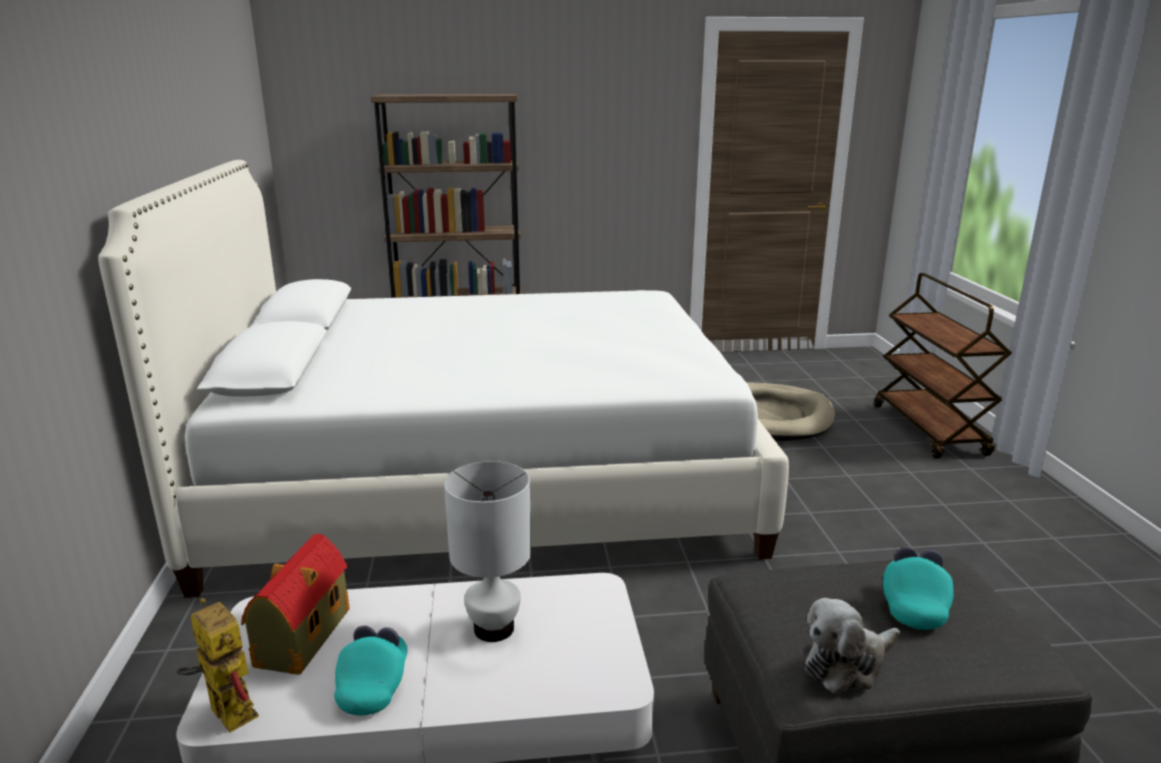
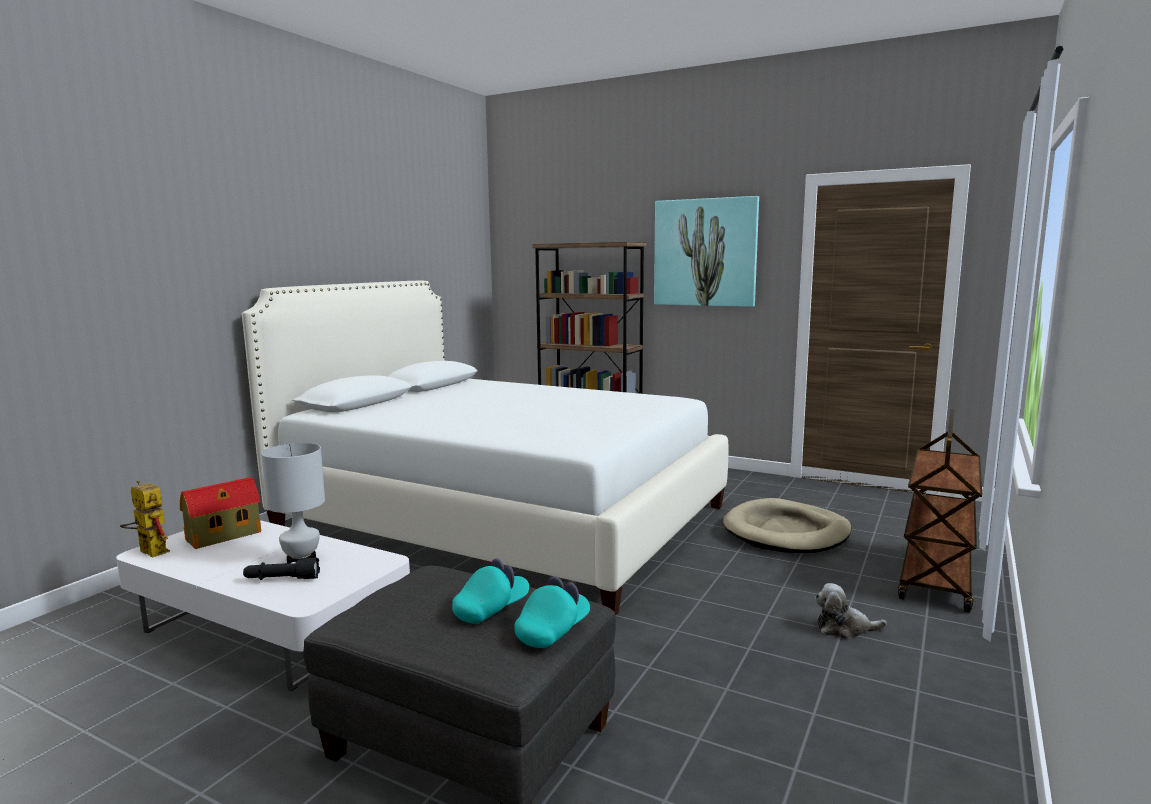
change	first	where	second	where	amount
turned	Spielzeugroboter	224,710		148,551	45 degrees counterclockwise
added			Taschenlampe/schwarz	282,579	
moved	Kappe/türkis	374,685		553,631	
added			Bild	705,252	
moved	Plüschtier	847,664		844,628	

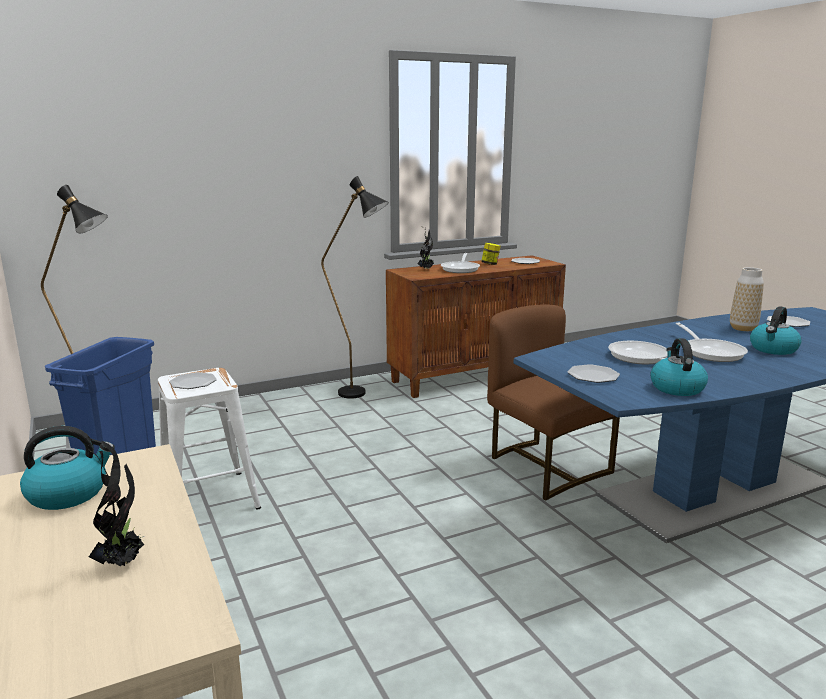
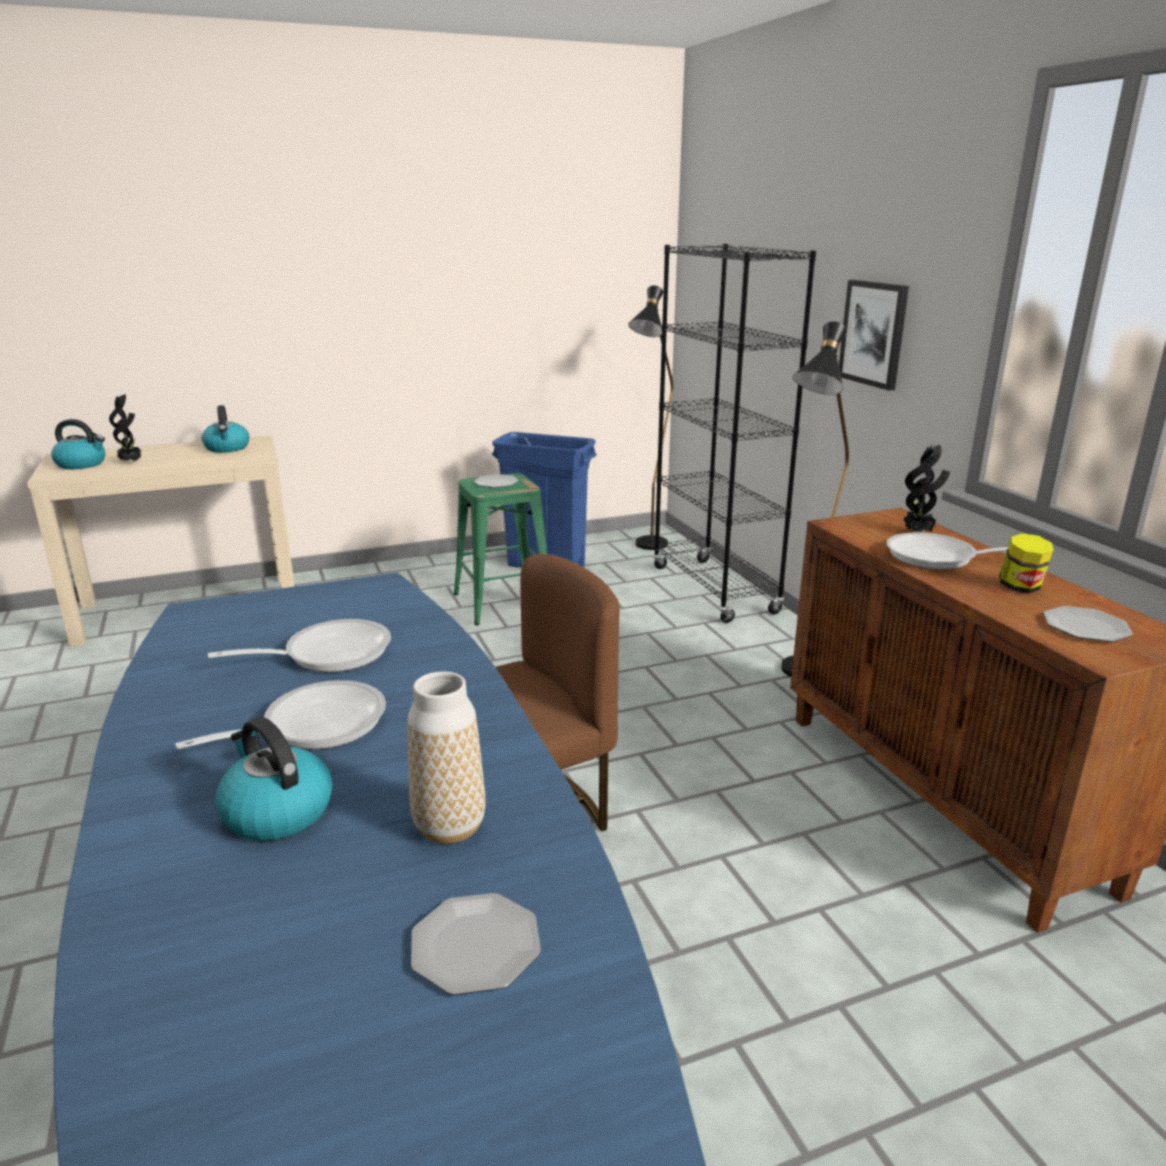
change	first	where	second	where	amount
moved	Wasserkessel	676,387		82,464	
turned	Pfanne	711,352		314,726	150 degrees clockwise
recoloured	Hocker/weiß	208,499	Hocker/grün	503,602	
added			Bücherregal/schwarz	714,590	
added			Bild	874,333	
removed	Teller	593,375			

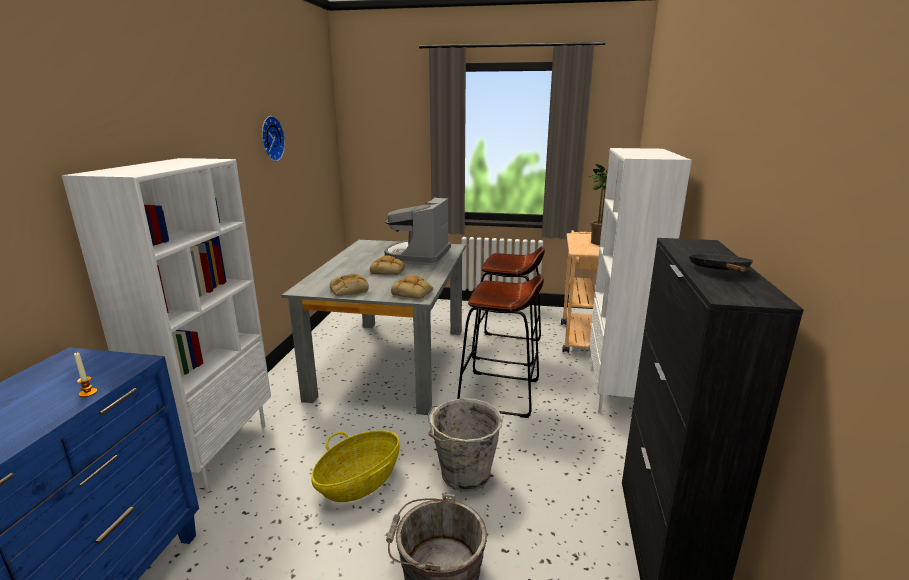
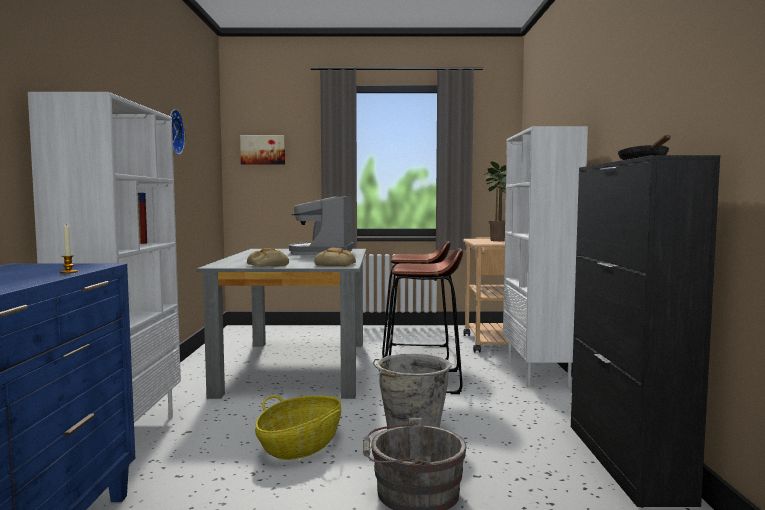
change	first	where	second	where	amount
added			Bild	263,150	
removed	Brot	388,270			

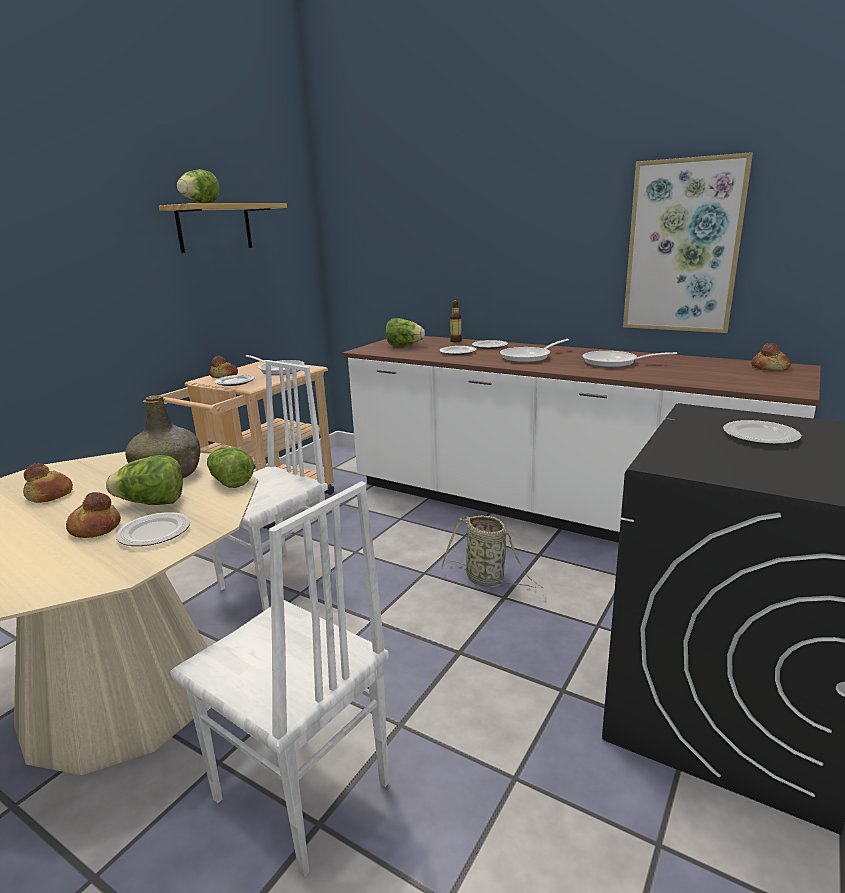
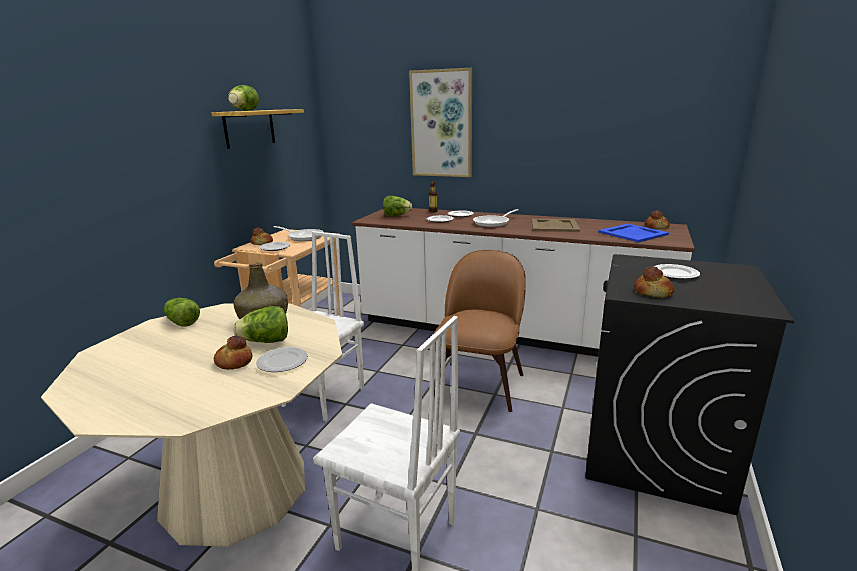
change	first	where	second	where	amount
moved	Salatkopf	230,481		182,322	
moved	Bild	683,247		441,124	
replaced	Korb	488,580	Stuhl/braun	479,383	
replaced	Pfanne	615,363	Tablett/beige	555,226	
added			Tablett/blau	633,233	
moved	Brot	50,494		653,292	

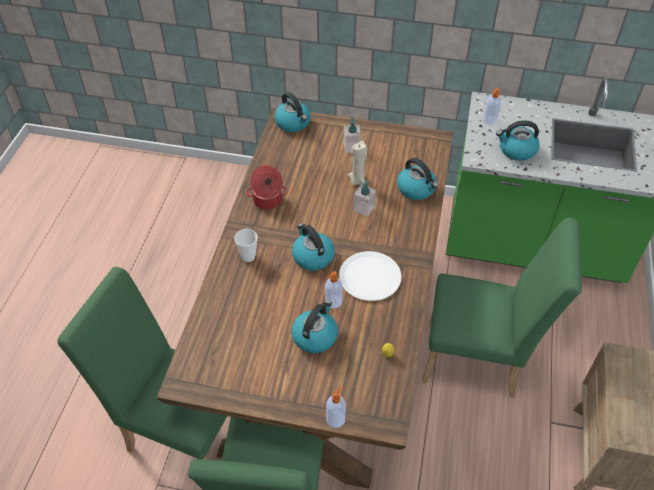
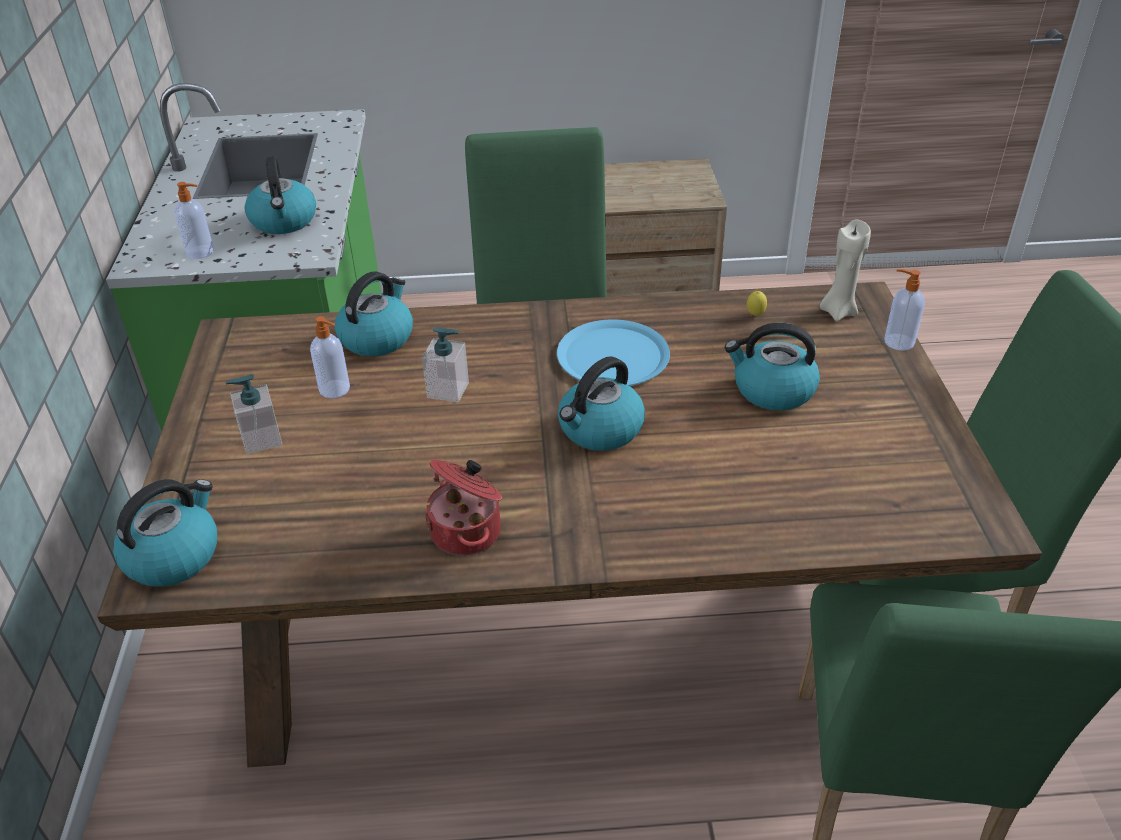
change	first	where	second	where	amount
moved	Seifenspender	333,302		335,389	
recoloured	Teller/weiß	370,277	Teller/blau	613,356	
moved	Kerze/beige	358,180		838,311	
removed	Tasse	248,257			

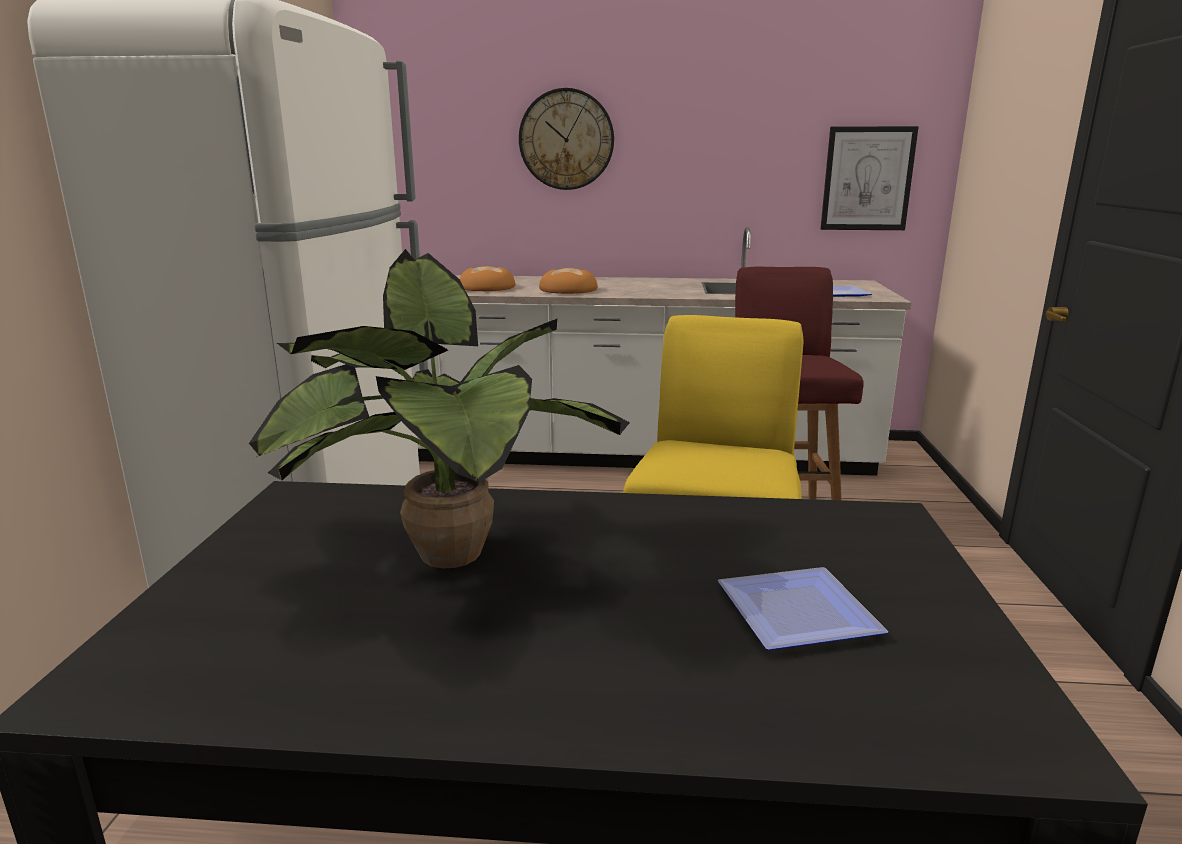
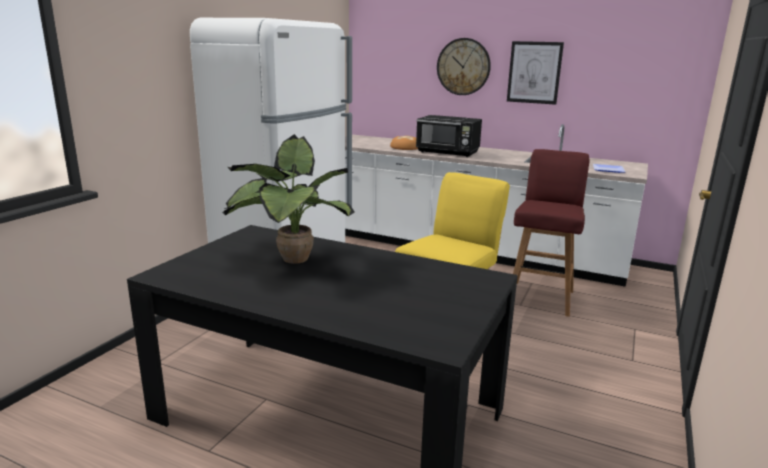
change	first	where	second	where	amount
replaced	Brot	569,289	Mikrowelle/schwarz	448,152	
moved	Bild	867,179		534,72	
removed	Teller	799,610			

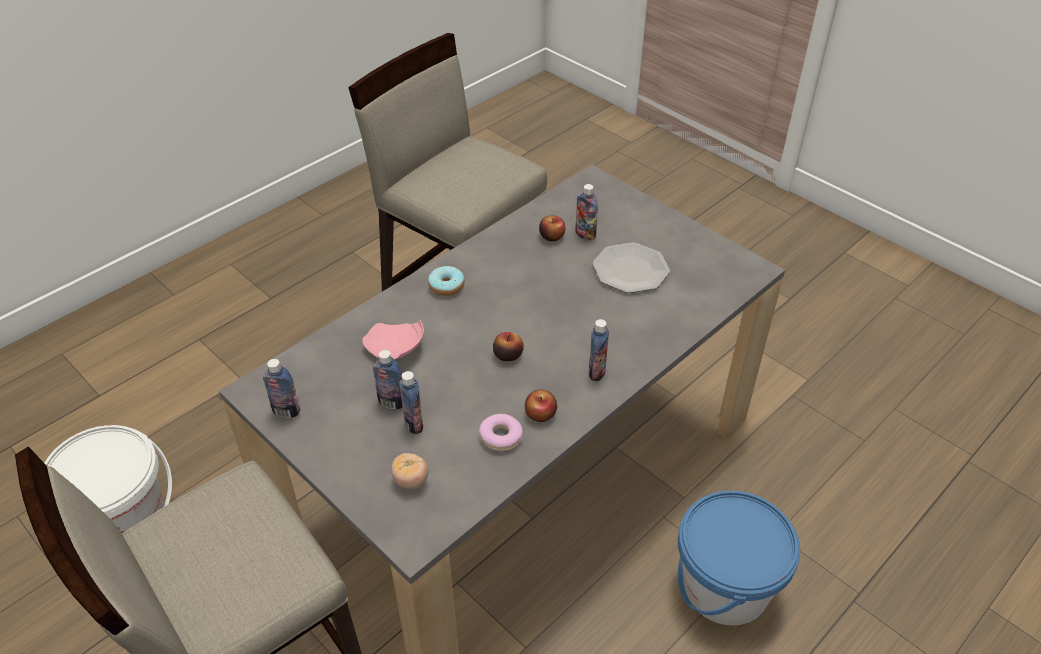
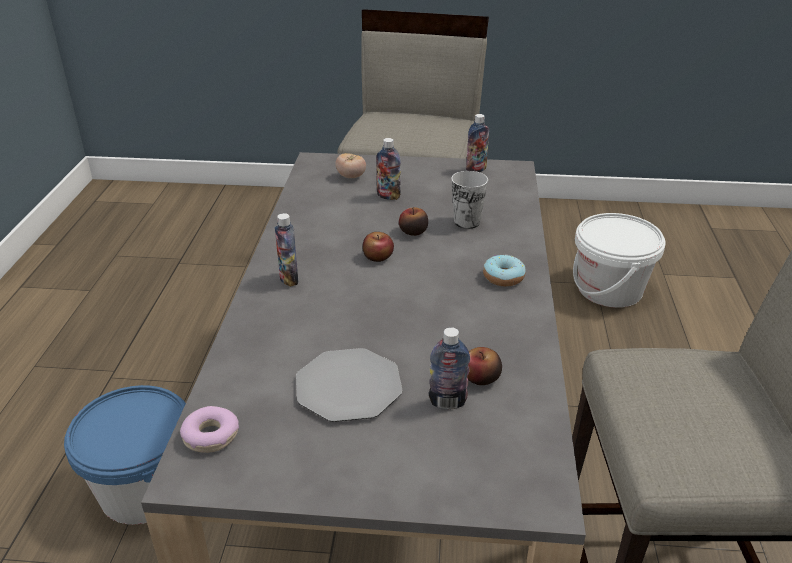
change	first	where	second	where	amount
moved	Donut	501,437		211,436	
moved	Apfel	540,414		413,231	
replaced	Teller/rosa	395,349	Tasse	467,222	
removed	Flasche	391,403			

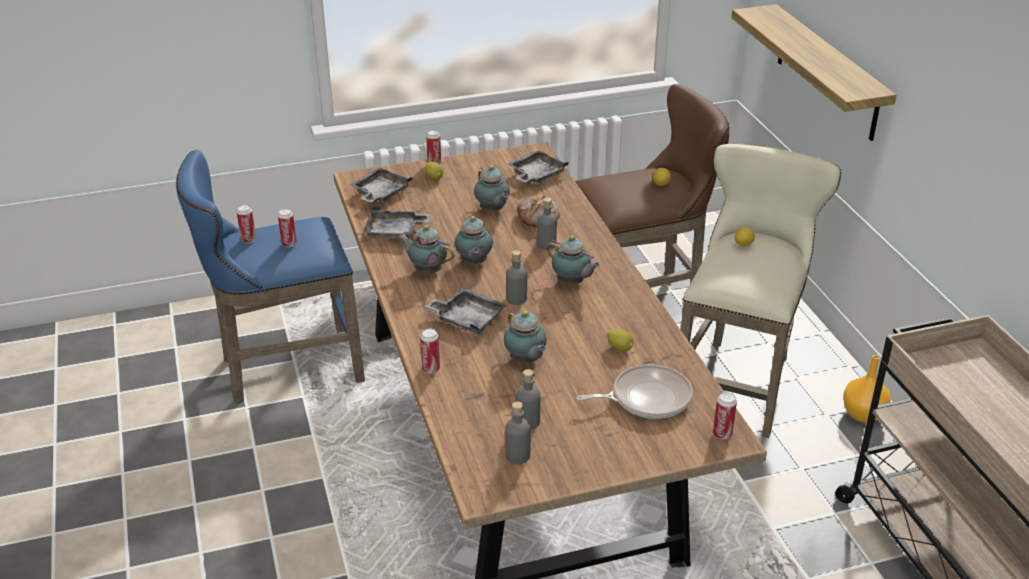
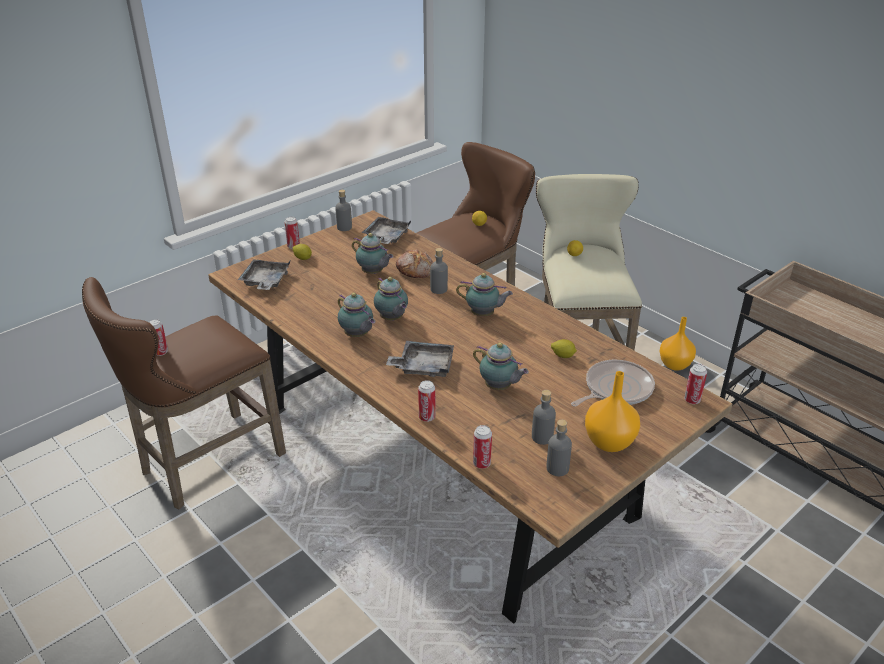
change	first	where	second	where	amount
recoloured	Hocker/blau	284,368	Hocker/braun	204,464	
moved	Flasche/grau	516,299		344,227	
turned	Teekanne	427,271		357,335	135 degrees counterclockwise
moved	Dose	289,244		481,464	
added			Vase/orange	609,443	
removed	Tablett/grau	394,232			
removed	Wandregal	827,72			

